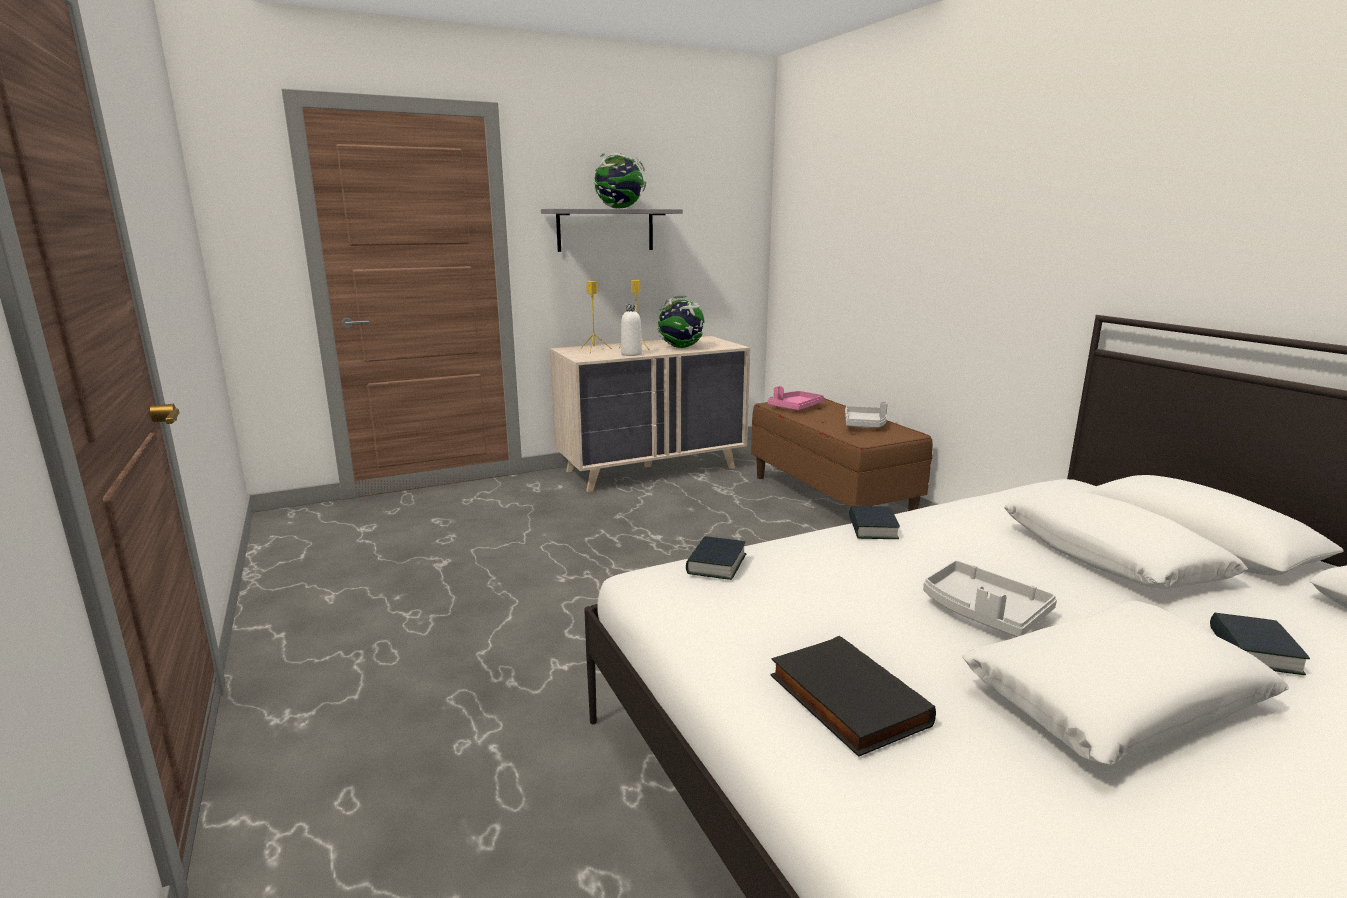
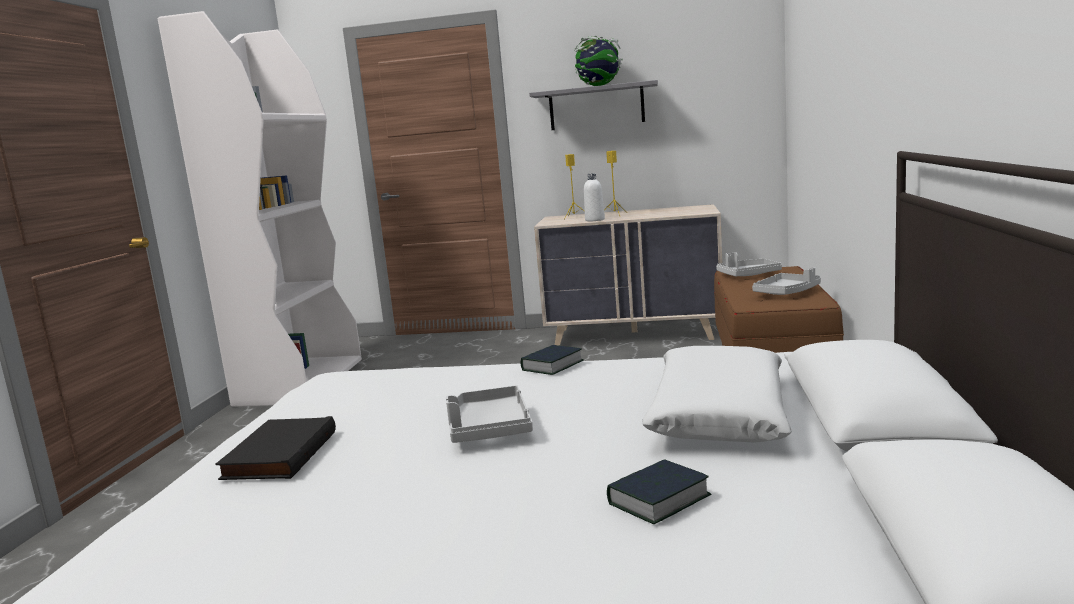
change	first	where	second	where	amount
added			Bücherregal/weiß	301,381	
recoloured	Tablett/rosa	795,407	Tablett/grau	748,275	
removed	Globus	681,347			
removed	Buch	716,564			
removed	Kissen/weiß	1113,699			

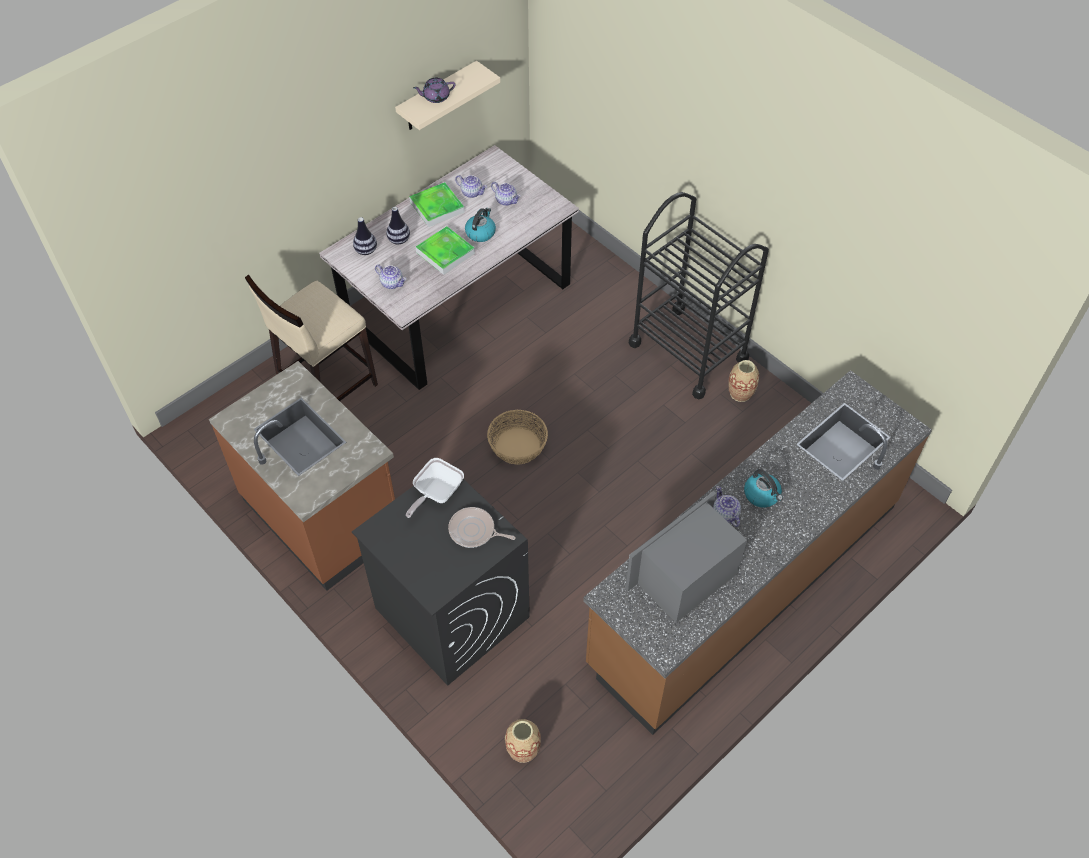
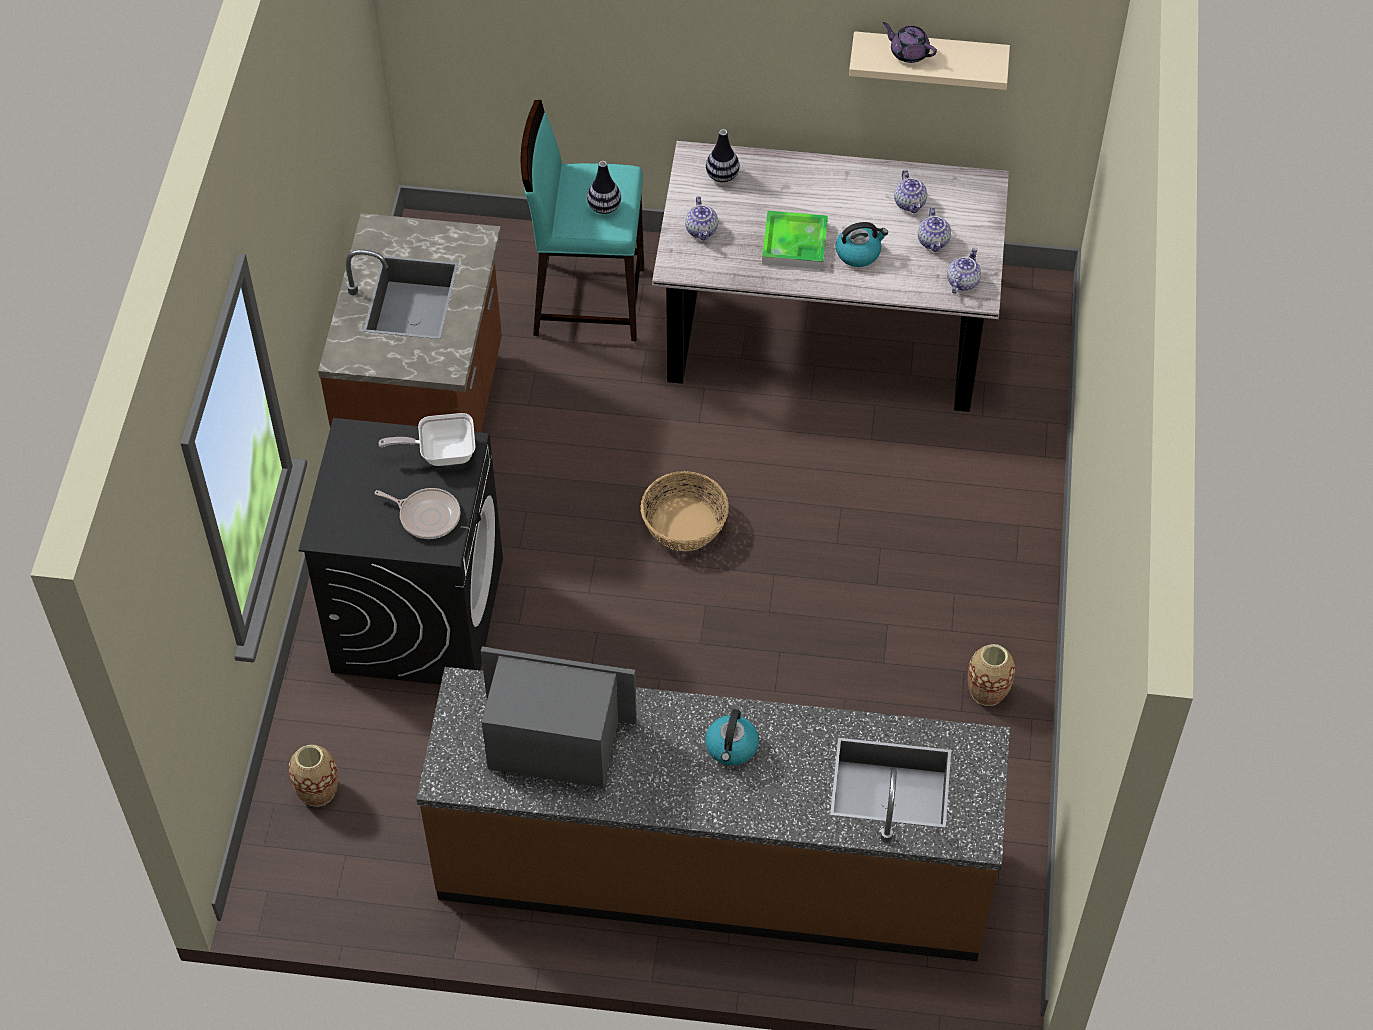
change	first	where	second	where	amount
turned	Pfanne	474,531		427,516	135 degrees clockwise
recoloured	Hocker/beige	326,386	Hocker/türkis	587,300	
moved	Vase	399,240		604,207	
moved	Teekanne	725,514		962,281	
removed	Tablett	437,207			
removed	Rollwagen/schwarz	688,351			

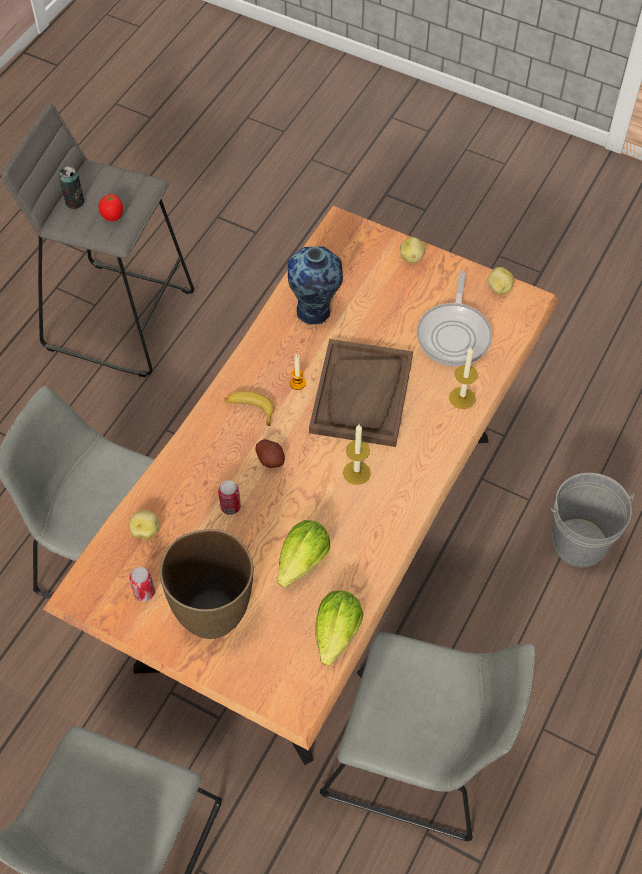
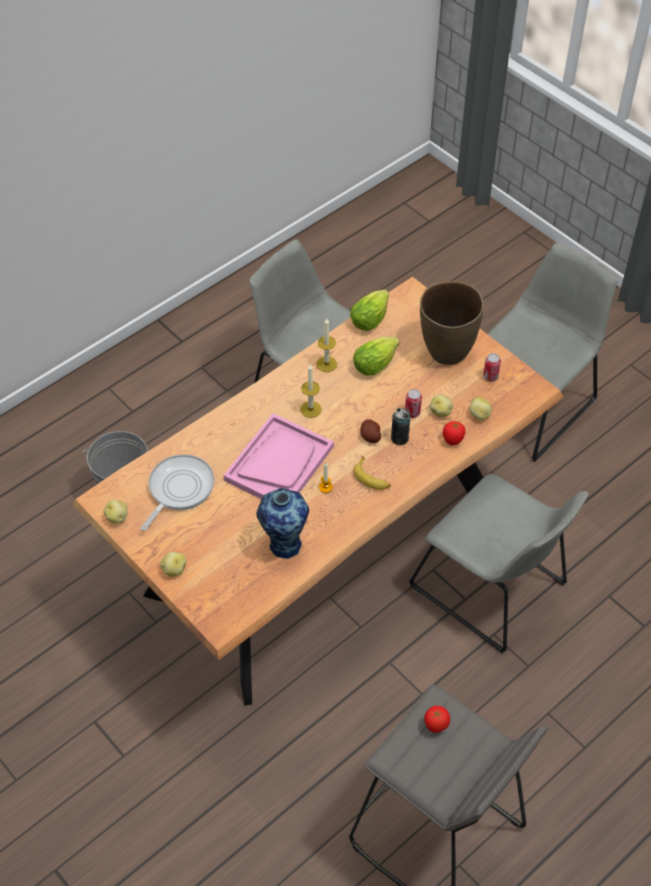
change	first	where	second	where	amount
recoloured	Tablett/braun	361,395	Tablett/rosa	279,463	
moved	Kerze	462,398		326,364	
moved	Dose	74,202		399,438	
added			Kartoffel	440,411	
added			Tomate	452,441	

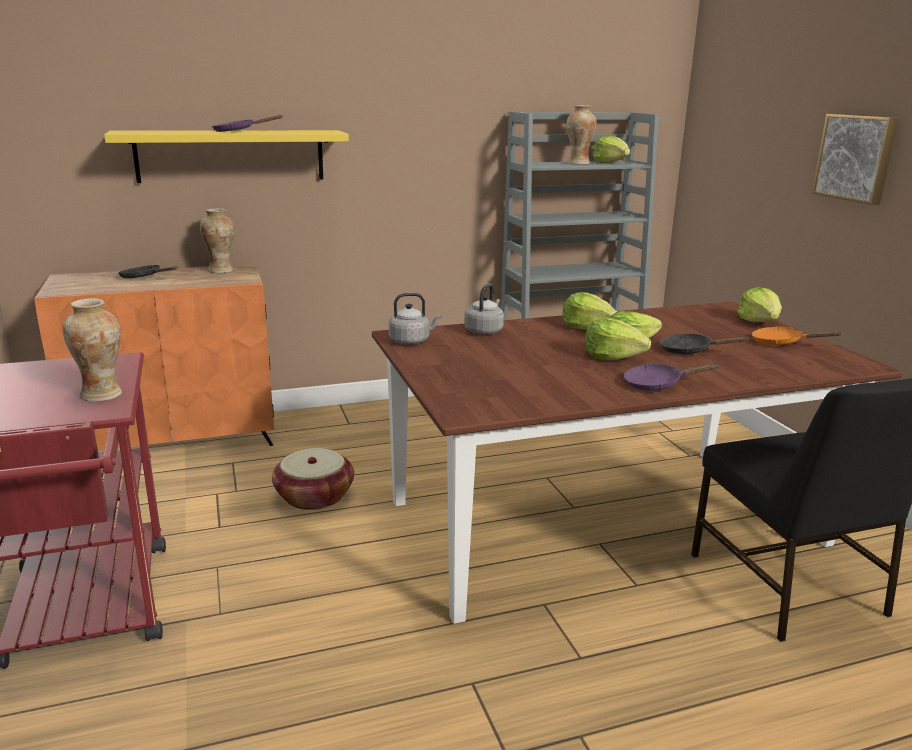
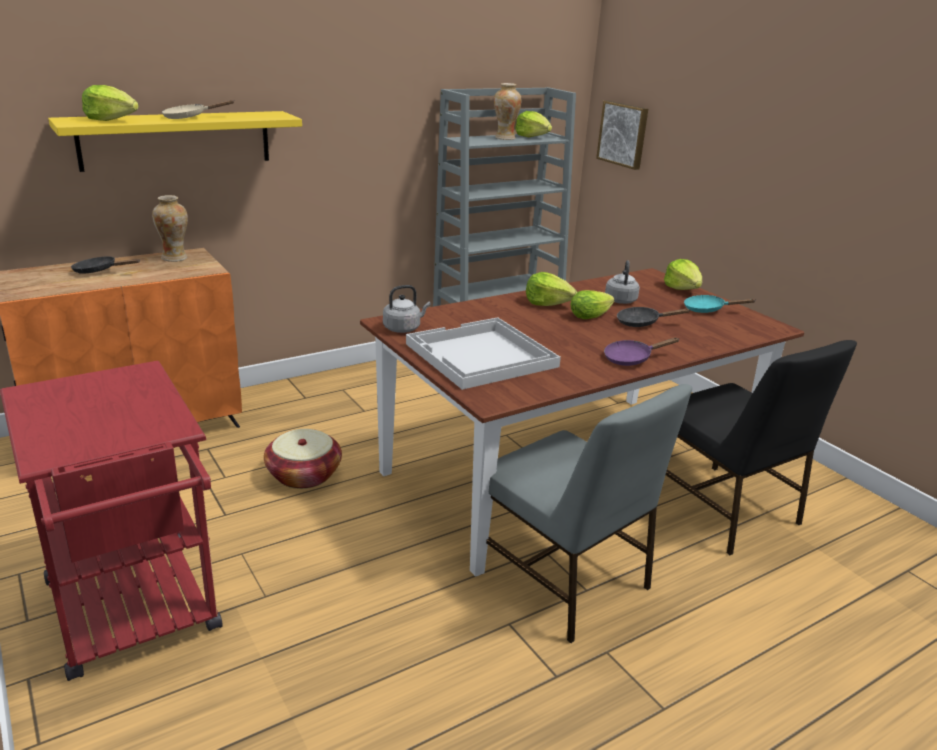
change	first	where	second	where	amount
moved	Salatkopf	612,357		111,120	
recoloured	Pfanne/lila	238,131	Pfanne/beige	189,117	
added			Tablett/weiß	480,356	
added			Stuhl/grau	563,580	
moved	Bild	856,157		623,134	
moved	Wasserkessel/grau	484,331		620,300	
recoloured	Pfanne/orange	781,343	Pfanne/türkis	708,309	
removed	Vase	102,395			

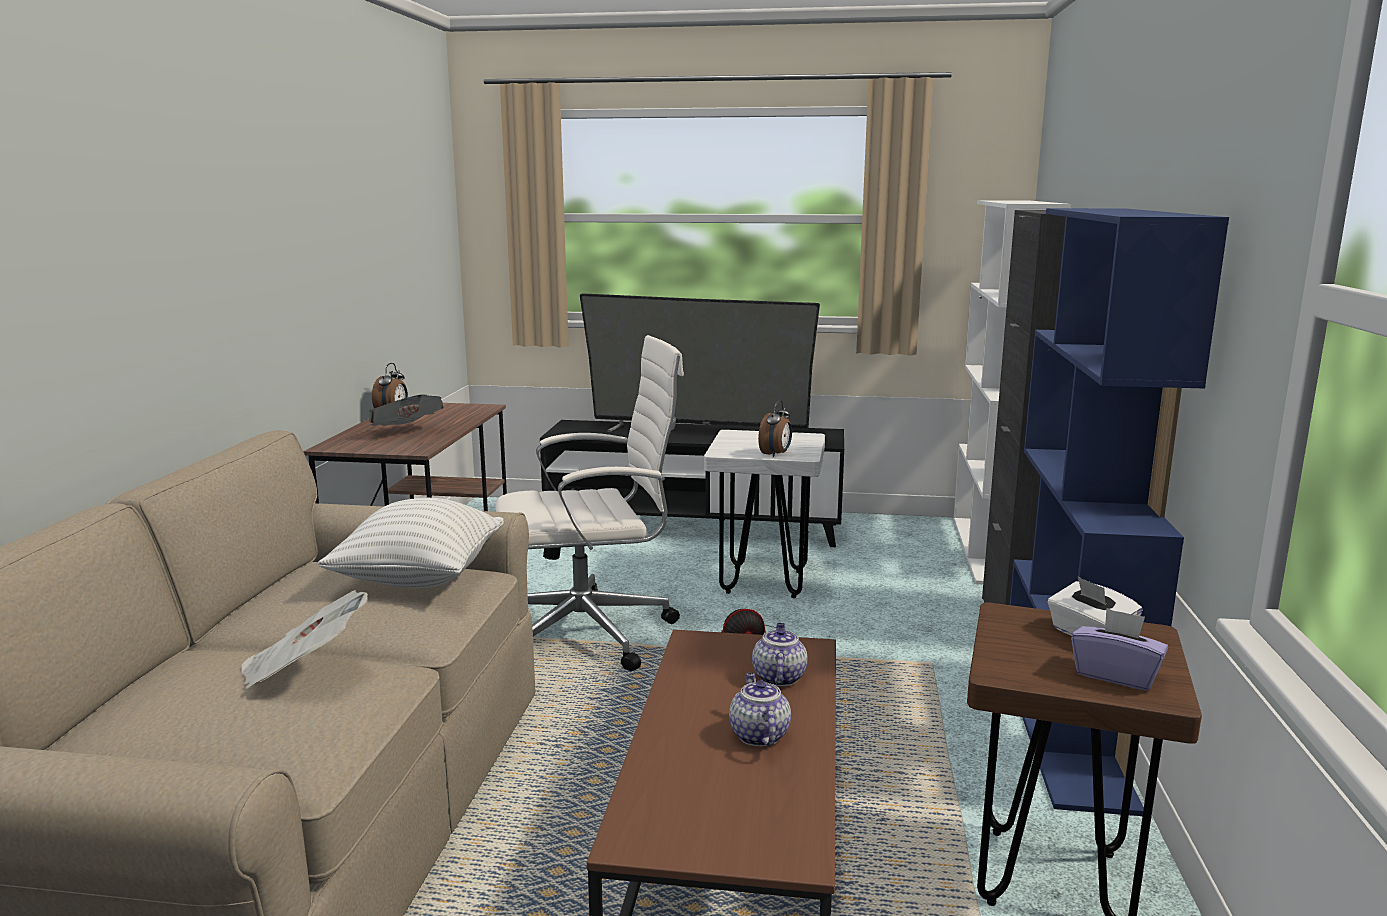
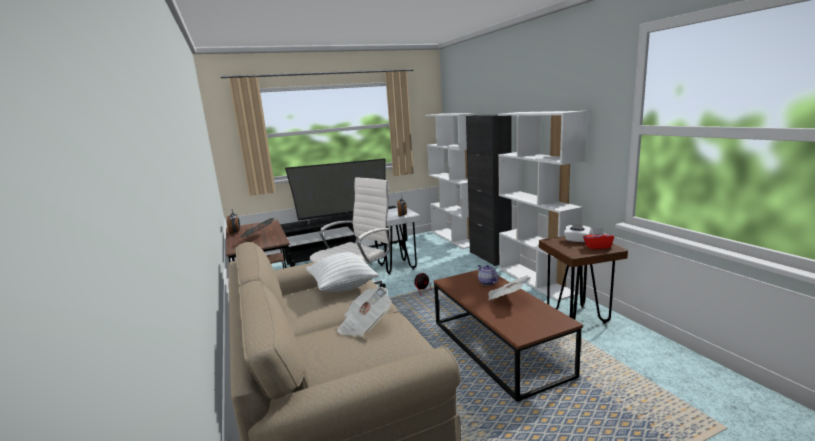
change	first	where	second	where	amount
replaced	Teekanne	758,735	Zeitung	507,298	
recoloured	Bücherregal/blau	1067,731	Bücherregal/weiß	536,281	
recoloured	Taschentuchbox/lila	1116,675	Taschentuchbox/rot	597,247	

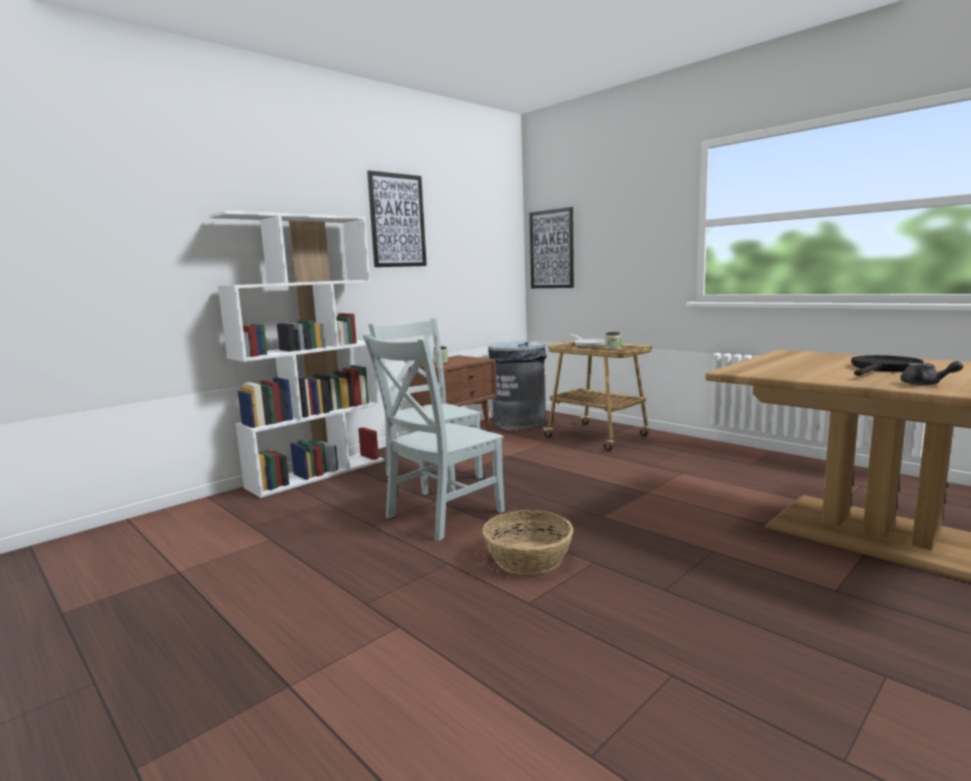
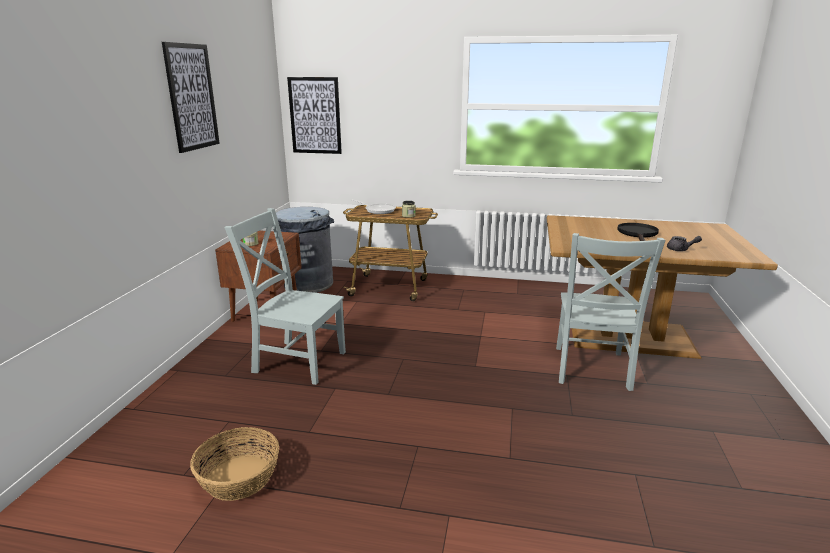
change	first	where	second	where	amount
moved	Korb	528,558		239,478	
moved	Stuhl/grau	441,515		591,370	
removed	Bücherregal/weiß	318,473			

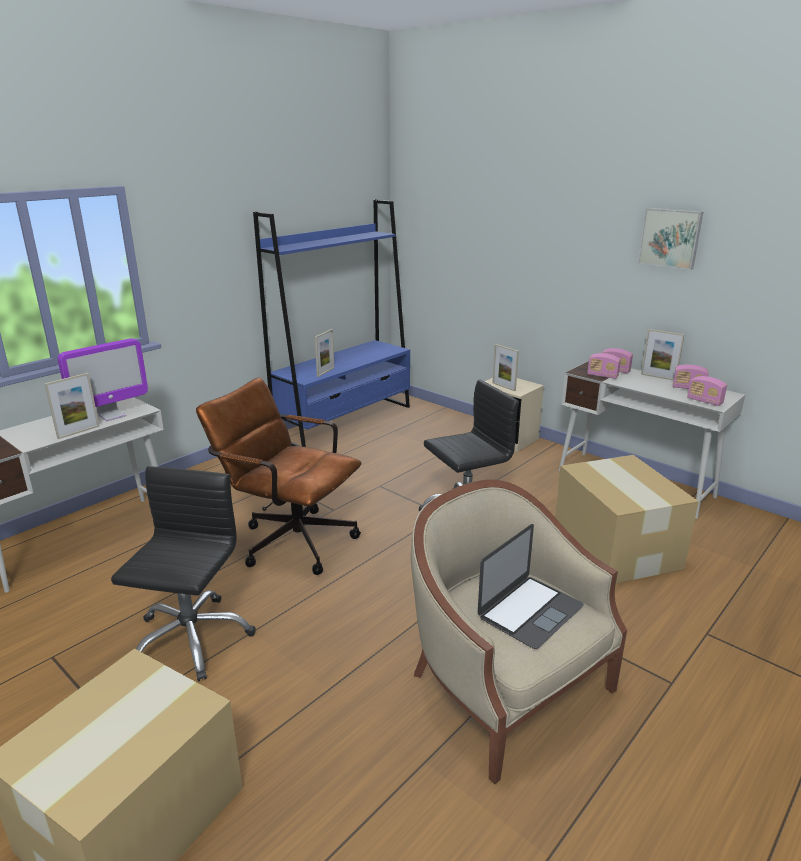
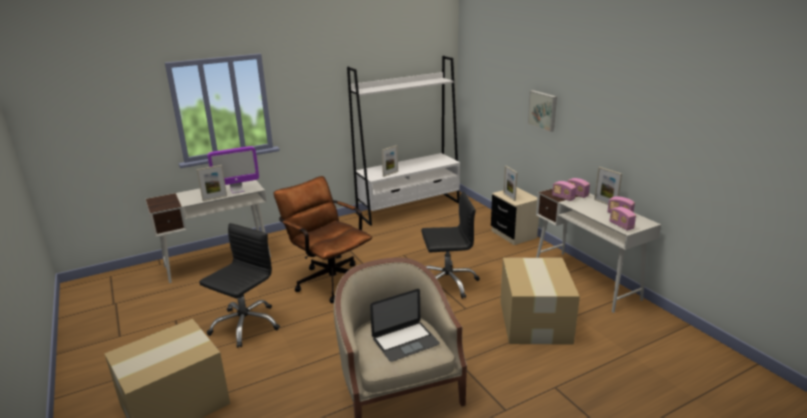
change	first	where	second	where	amount
recoloured	Bücherregal/blau	345,421	Bücherregal/weiß	409,208	
moved	Bild	670,238		543,110	

